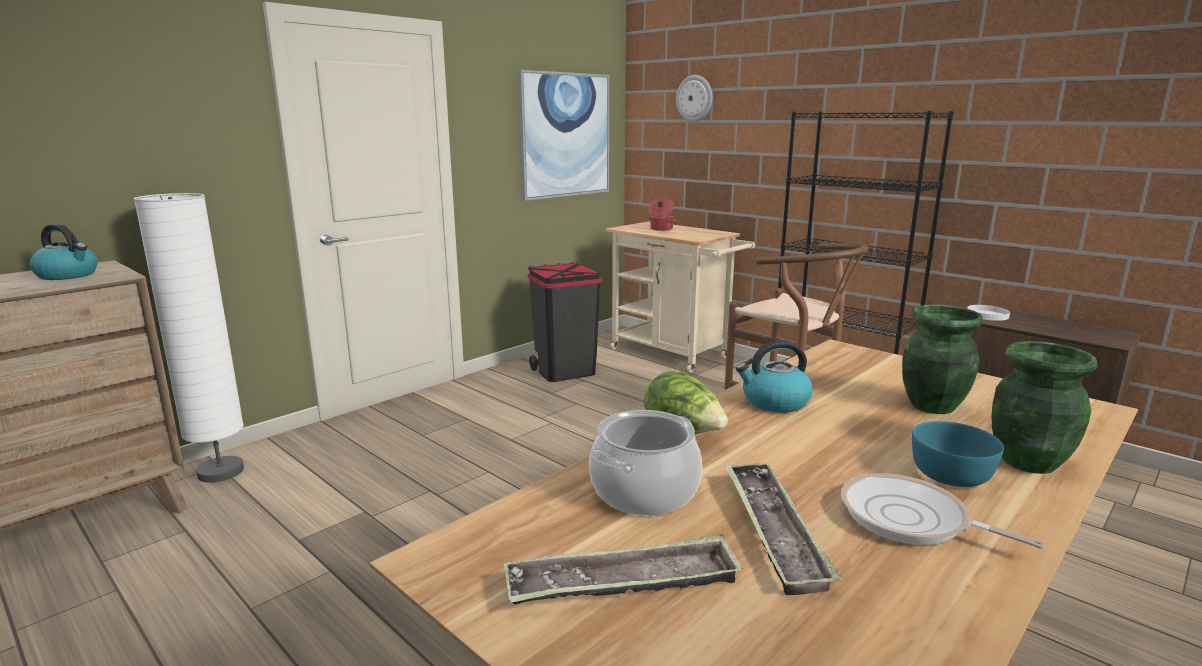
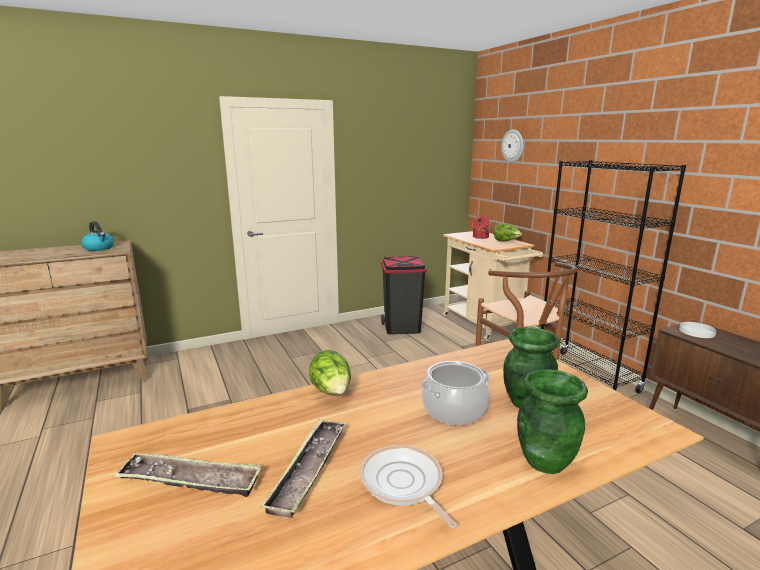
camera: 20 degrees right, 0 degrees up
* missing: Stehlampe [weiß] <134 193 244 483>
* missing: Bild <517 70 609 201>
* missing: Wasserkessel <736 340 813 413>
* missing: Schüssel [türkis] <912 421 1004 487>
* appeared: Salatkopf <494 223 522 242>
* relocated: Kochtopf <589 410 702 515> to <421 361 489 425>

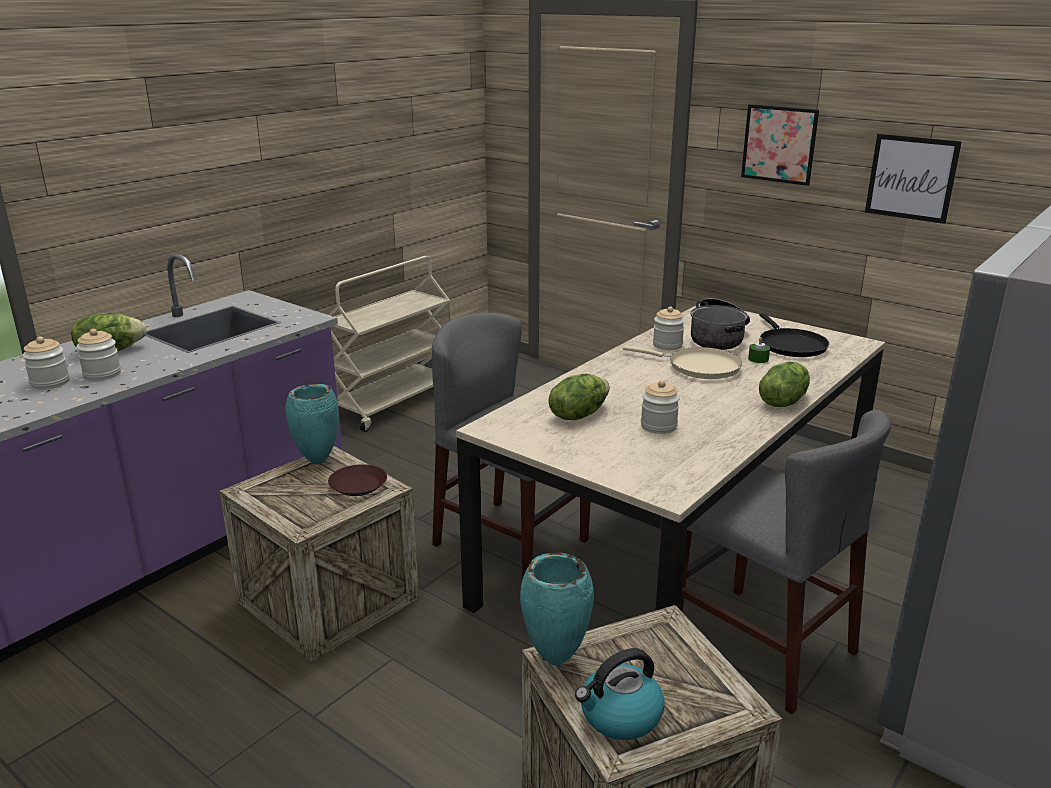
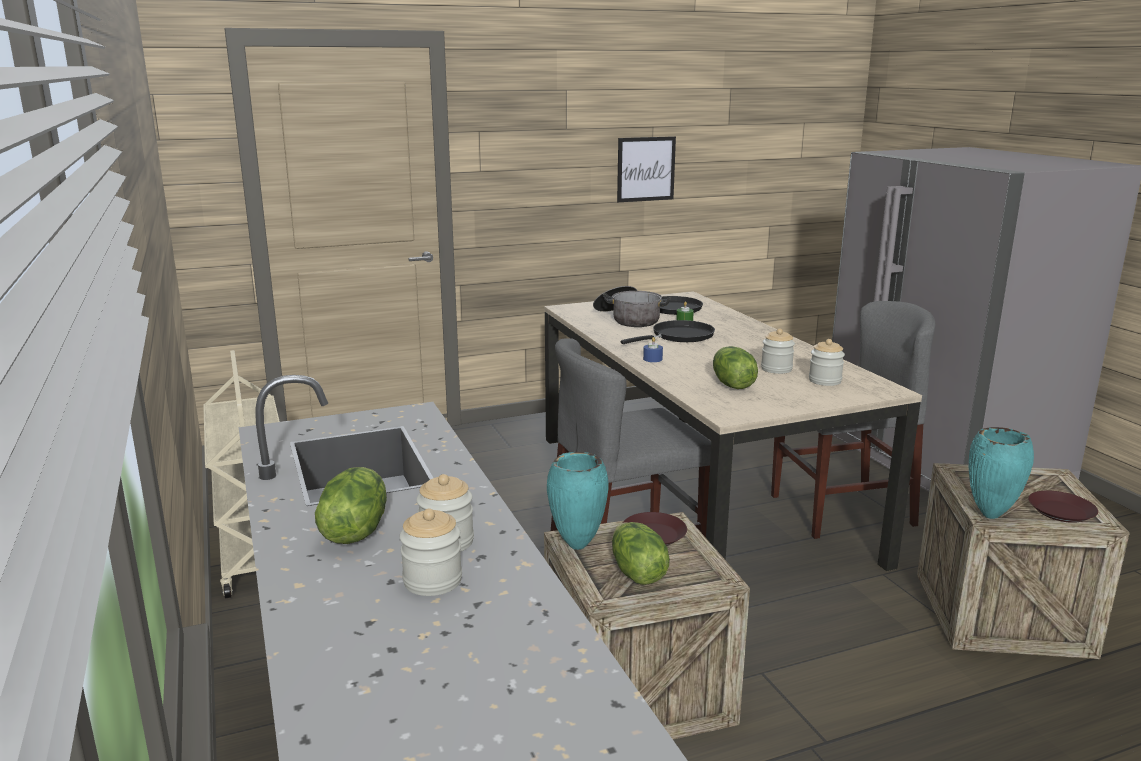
camera: 60 degrees left, 5 degrees down
* missing: Bild <741 104 819 186>
* appeared: Kerze [blau] <643 337 663 362>
* relocated: Vorratsglas <653 306 685 350> to <809 339 845 386>
* relocated: Salatkopf <759 362 810 407> to <612 522 670 585>
* exchanged: Wasserkessel <575 648 664 740> to Teller [braun] <1028 491 1098 523>
* colour: Pfanne [beige] <623 345 742 379> to Pfanne [schwarz] <621 320 715 344>

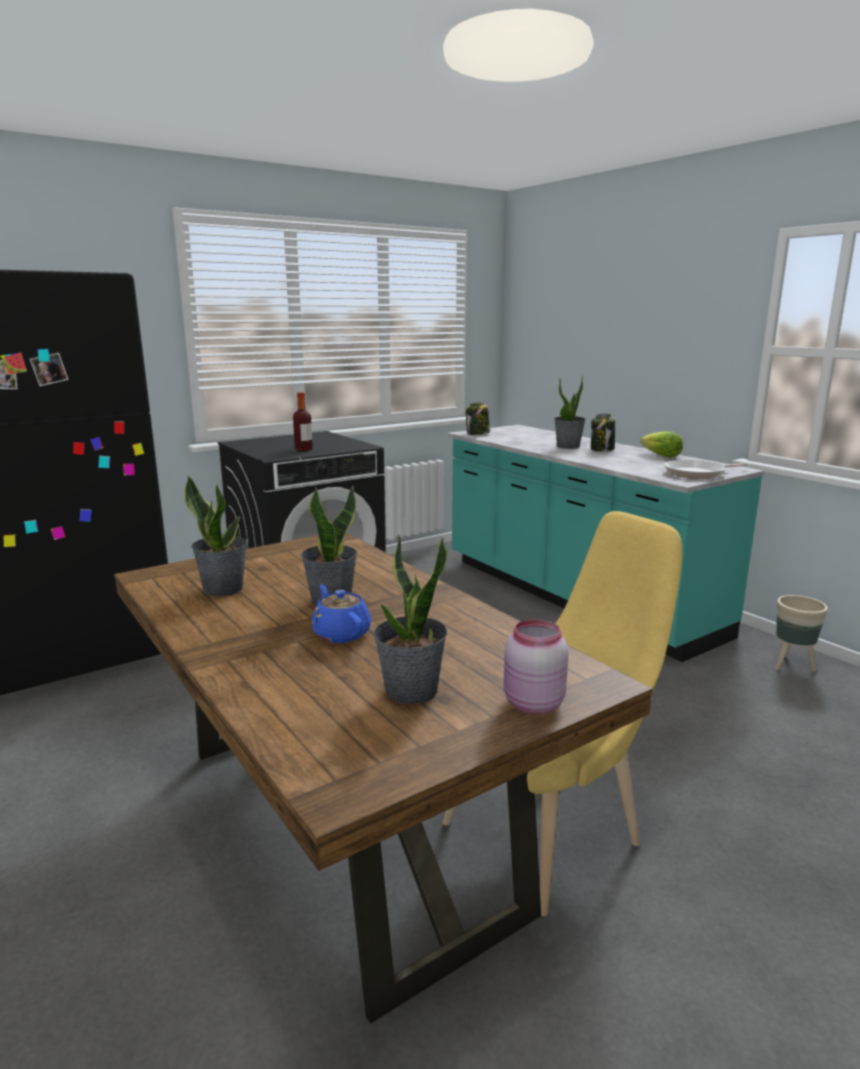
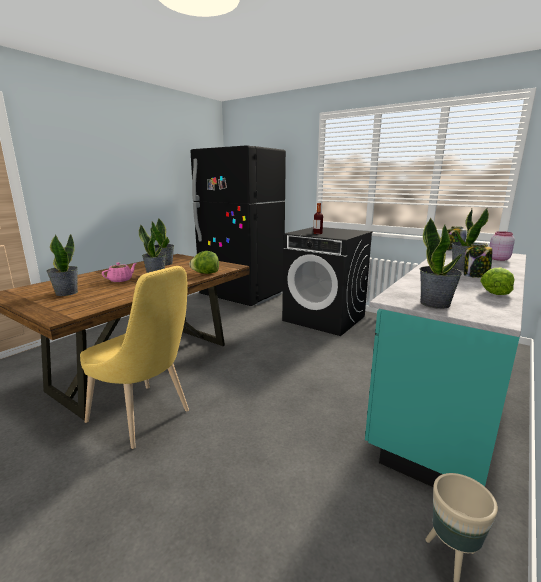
camera: 70 degrees right, 0 degrees up
* appeared: Salatkopf <190 251 219 274>
* relocated: Vorratsglas [rosa] <504 619 569 714> to <489 231 515 261>
* exchanged: Pfanne <663 460 747 479> to Topfpflanze <420 217 462 309>
* colour: Teekanne [blau] <311 584 371 643> to Teekanne [rosa] <102 262 137 282>

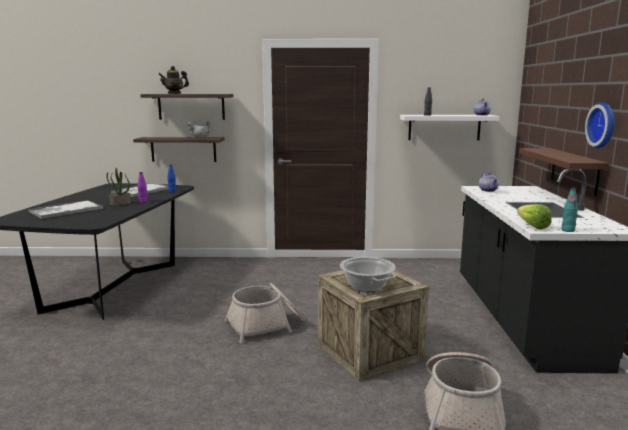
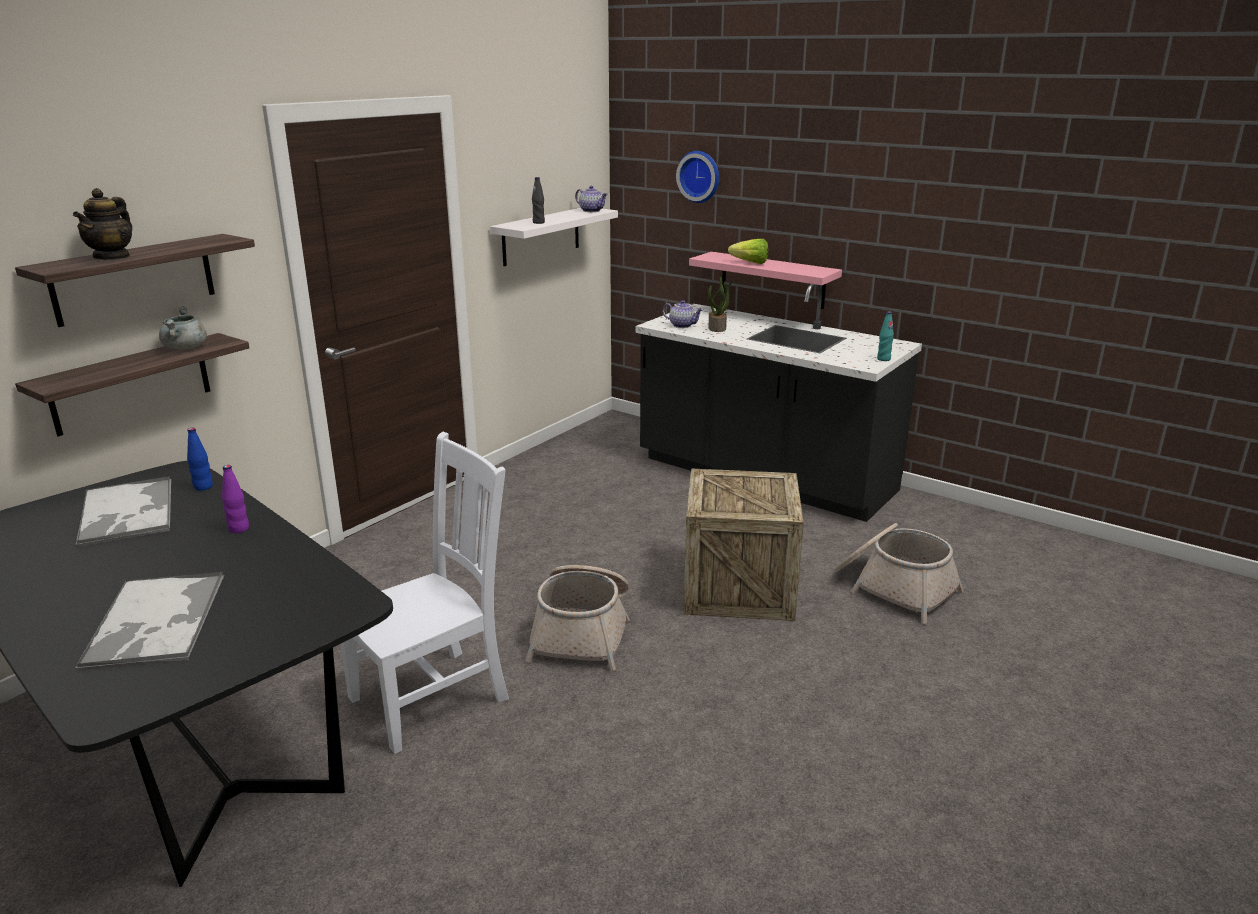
camera: 55 degrees left, 10 degrees up
* missing: Kochtopf <340 257 396 292>
* appeared: Stuhl [weiß] <341 432 509 754>
* relocated: Topfpflanze <106 168 131 206> to <708 277 733 332>
* relocated: Salatkopf <517 204 552 229> to <728 239 768 264>
* relocated: Wanduhr <585 102 615 149> to <676 151 719 203>
* colour: Wandregal [braun] <519 148 609 197> to Wandregal [rosa] <689 252 842 309>

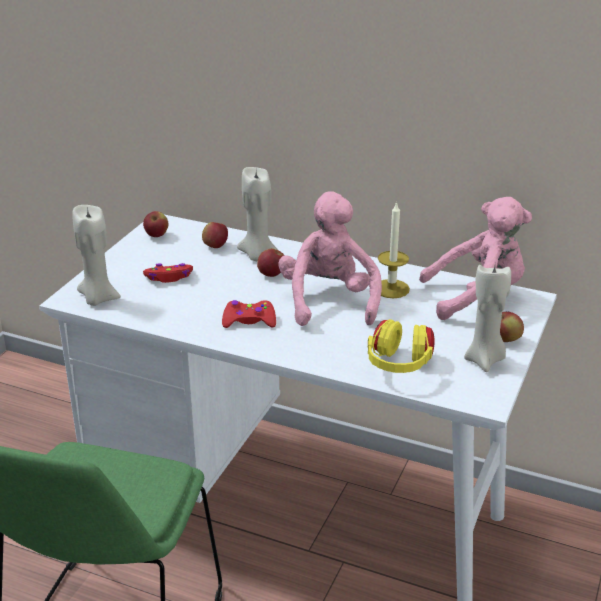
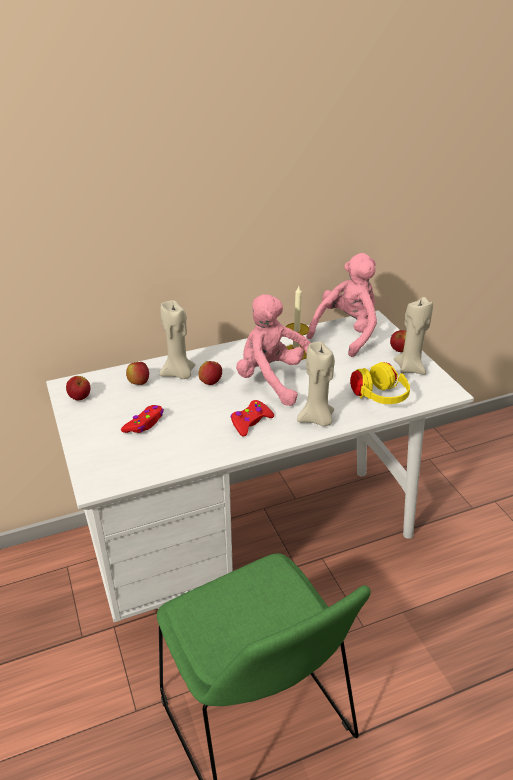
camera: 45 degrees left, 5 degrees up
* relocated: Kerze [beige] <72 205 121 306> to <297 341 335 426>

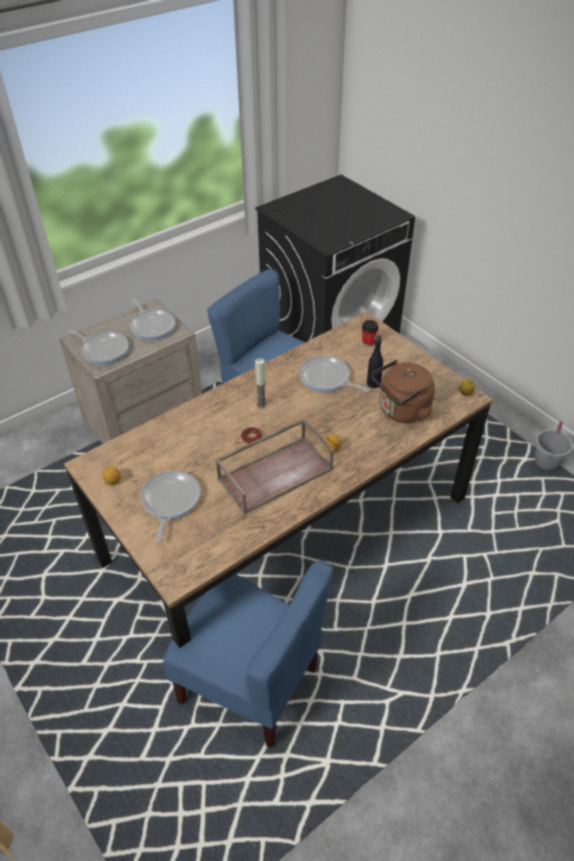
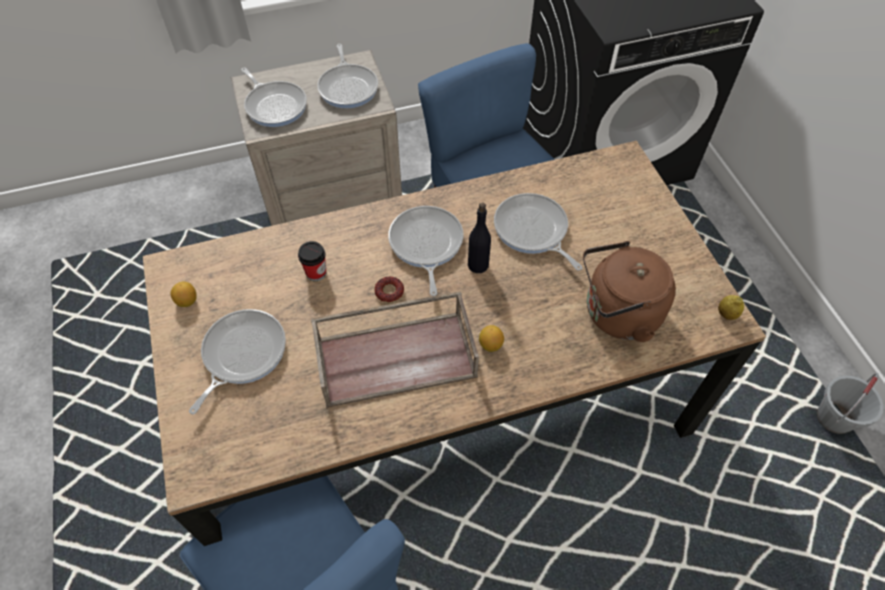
camera: 20 degrees right, 10 degrees up
* relocated: Tasse <362 320 379 347> to <298 241 326 281>
* relocated: Flasche [schwarz] <367 334 383 388> to <468 202 491 273>
* exchanged: Kerze <255 358 267 408> to Pfanne <388 206 464 296>

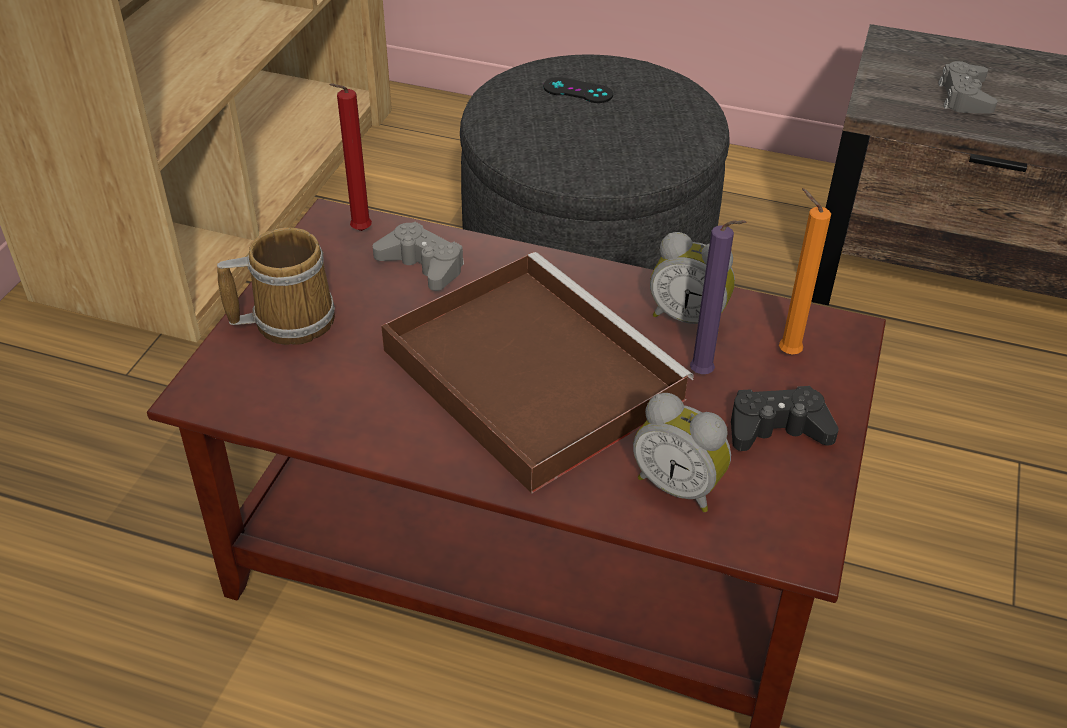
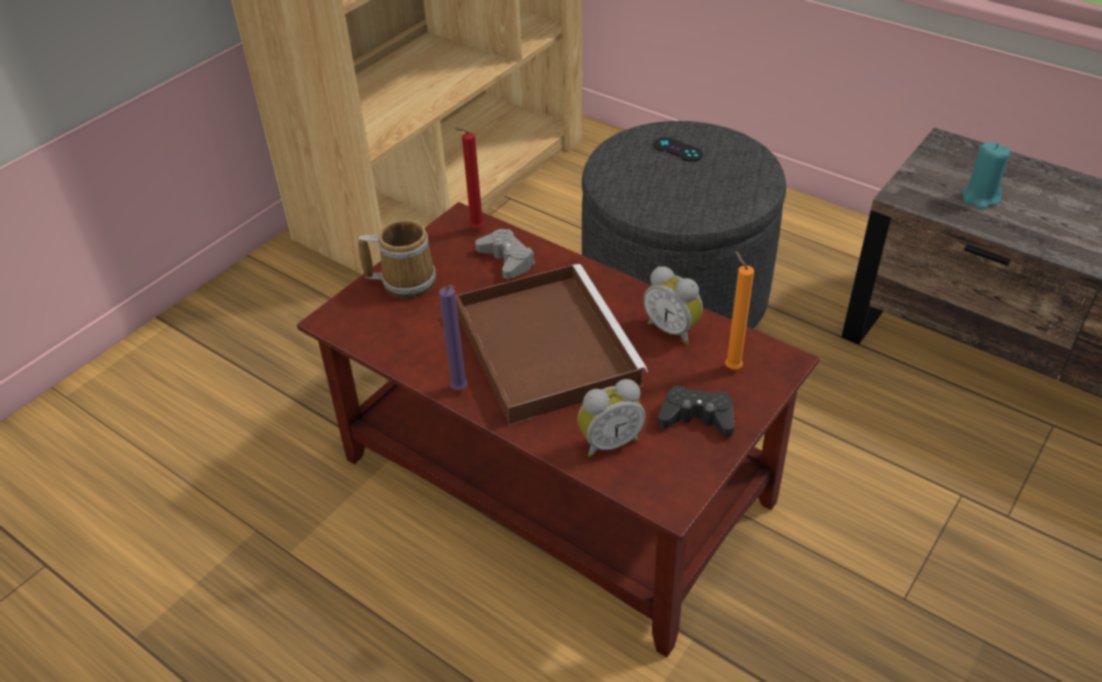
camera: 20 degrees right, 0 degrees up
* relocated: Kerze [lila] <690 220 746 374> to <439 285 468 390>
* exchanged: Gamepad [grau] <938 61 998 114> to Kerze [türkis] <962 142 1011 209>
* spun: Wecker <633 393 731 512> = <577 379 646 458> 75 degrees counterclockwise

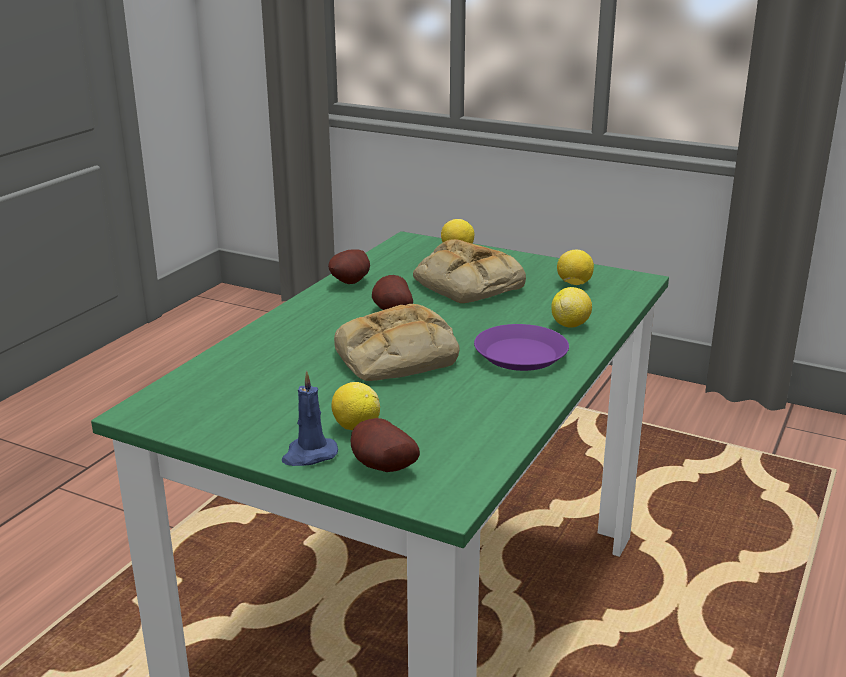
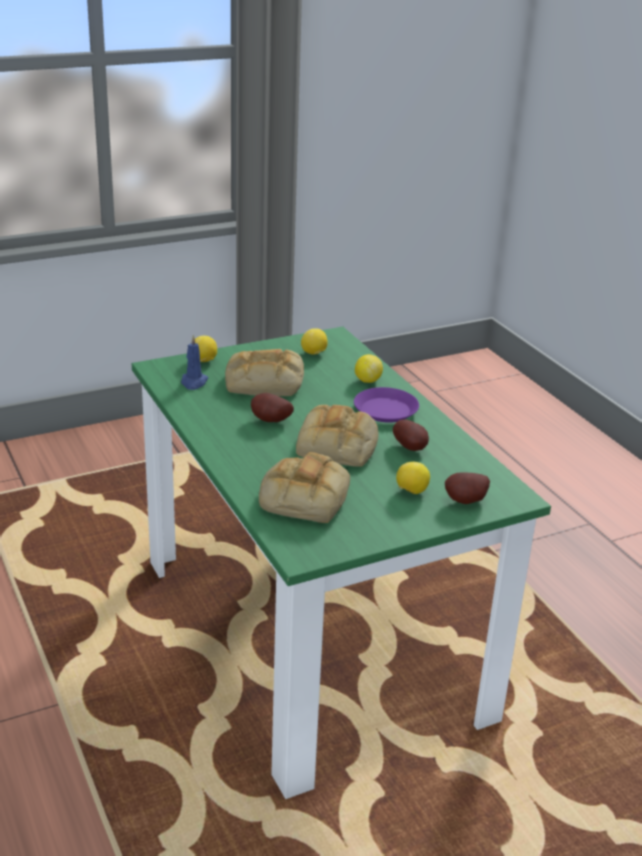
camera: 55 degrees left, 5 degrees up
* appeared: Brot <259 452 350 523>
* relocated: Kerze [blau] <282 370 338 466> to <181 335 208 390>
* relocated: Kartoffel <328 249 370 284> to <393 420 429 451>

